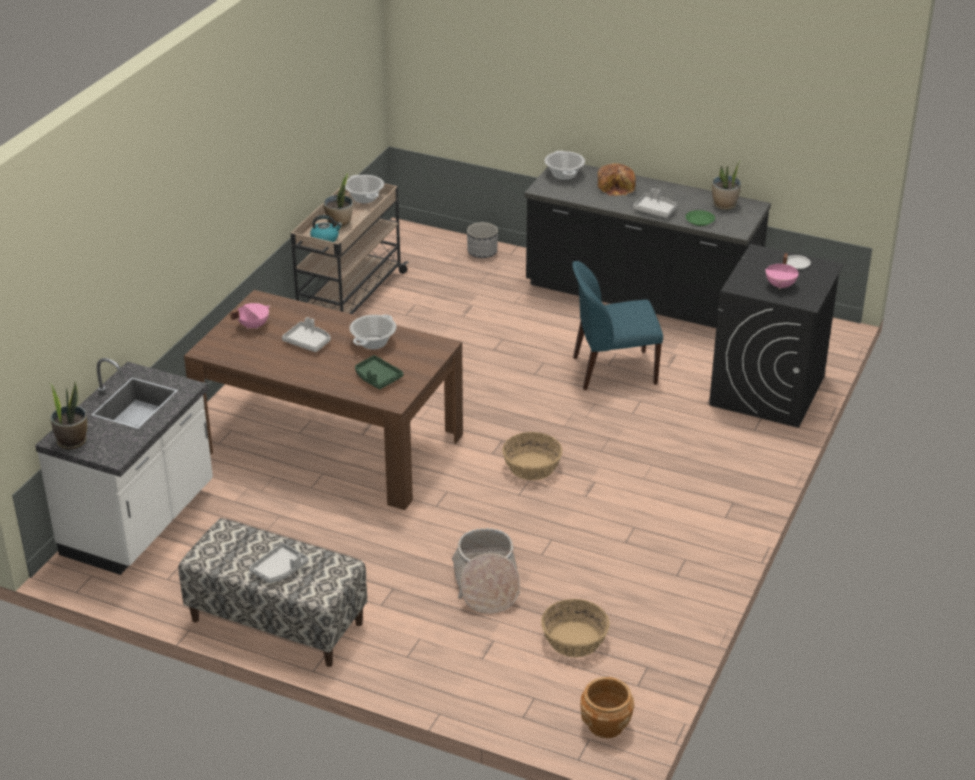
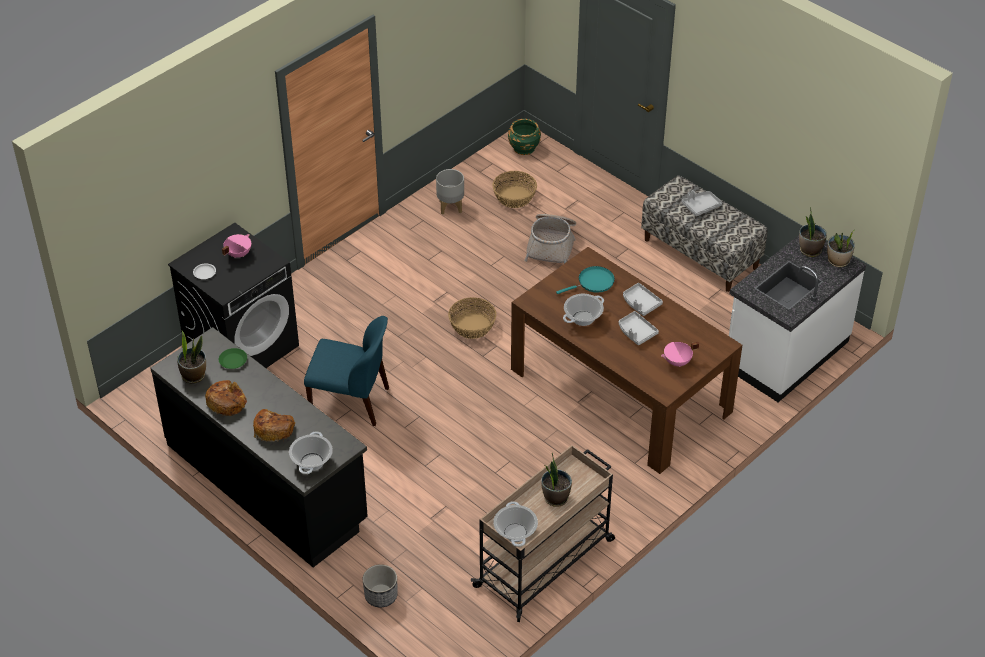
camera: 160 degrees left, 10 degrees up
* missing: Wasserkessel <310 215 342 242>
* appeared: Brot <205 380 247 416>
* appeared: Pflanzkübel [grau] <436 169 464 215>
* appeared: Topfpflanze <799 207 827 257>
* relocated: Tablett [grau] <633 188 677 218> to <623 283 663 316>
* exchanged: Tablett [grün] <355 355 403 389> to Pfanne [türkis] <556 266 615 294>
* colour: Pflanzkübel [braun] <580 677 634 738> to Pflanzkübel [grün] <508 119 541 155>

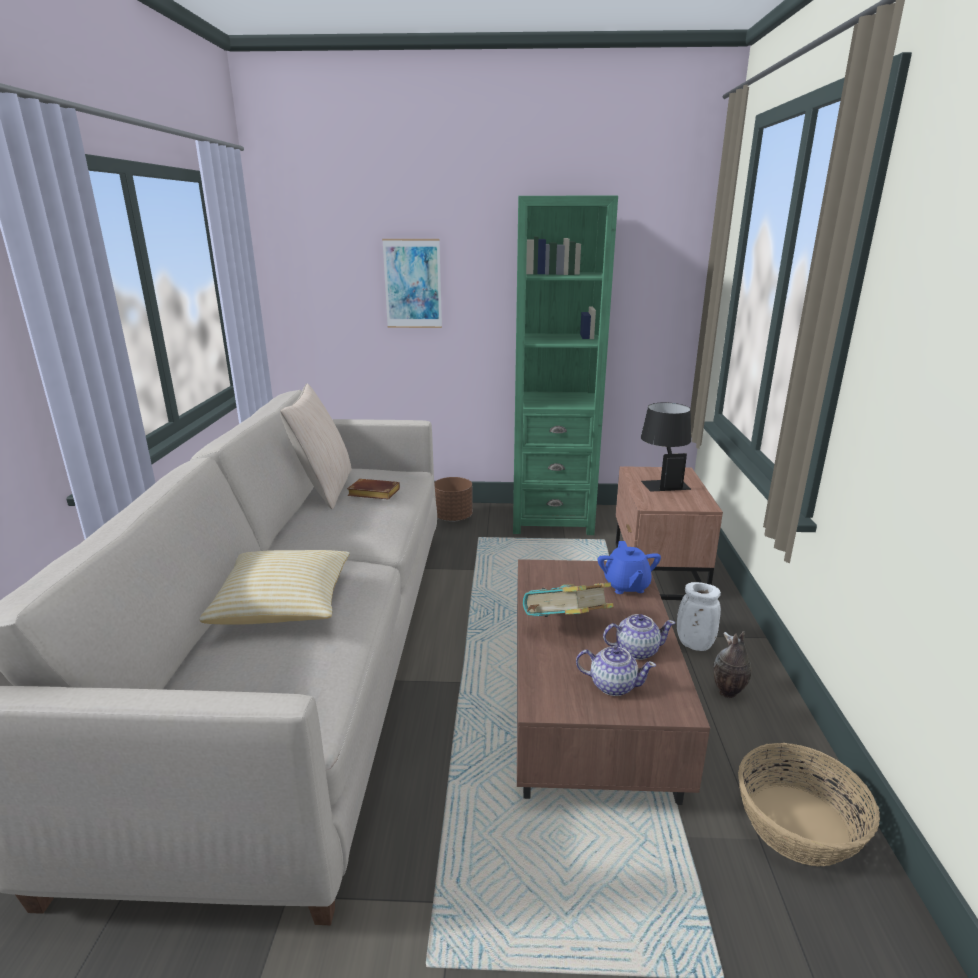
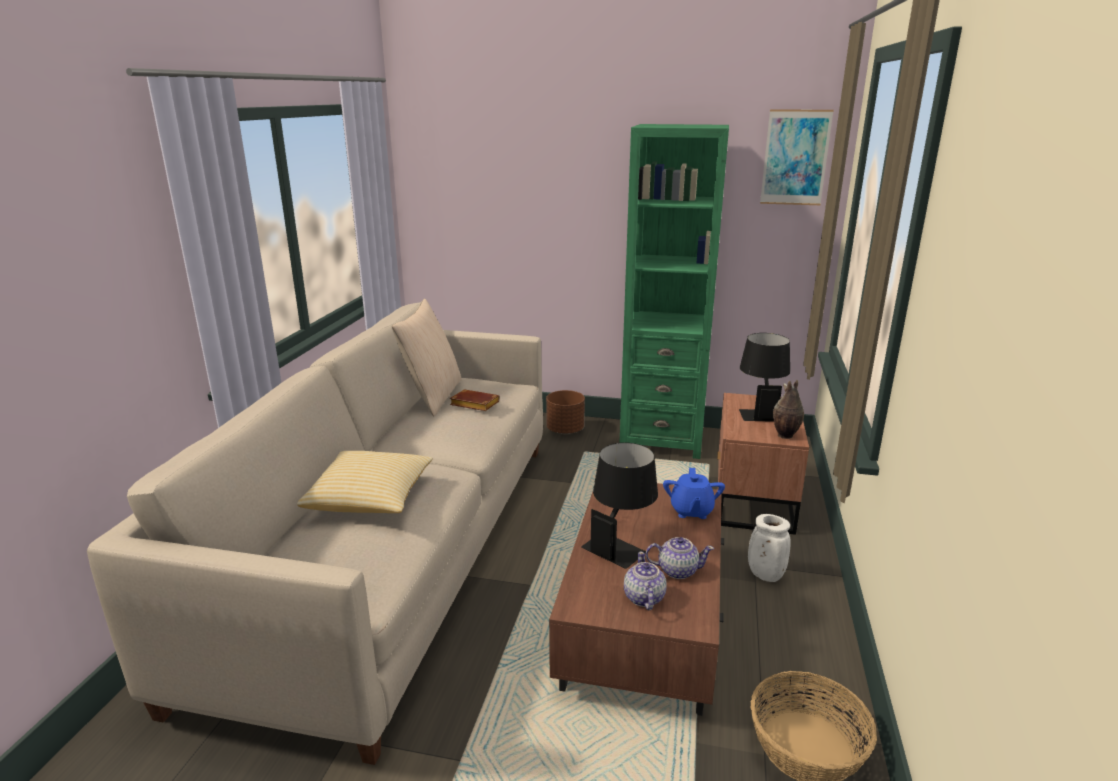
camera: 10 degrees right, 0 degrees up
* relocated: Bild <382 239 442 328> to <760 109 834 205>
* relocated: Vase <713 631 751 698> to <773 380 804 439>
* exchanged: Buch <523 582 614 617> to Tischlampe [schwarz] <581 442 658 569>
* spun: Teekanne <576 646 656 696> = <624 552 667 610> 120 degrees counterclockwise

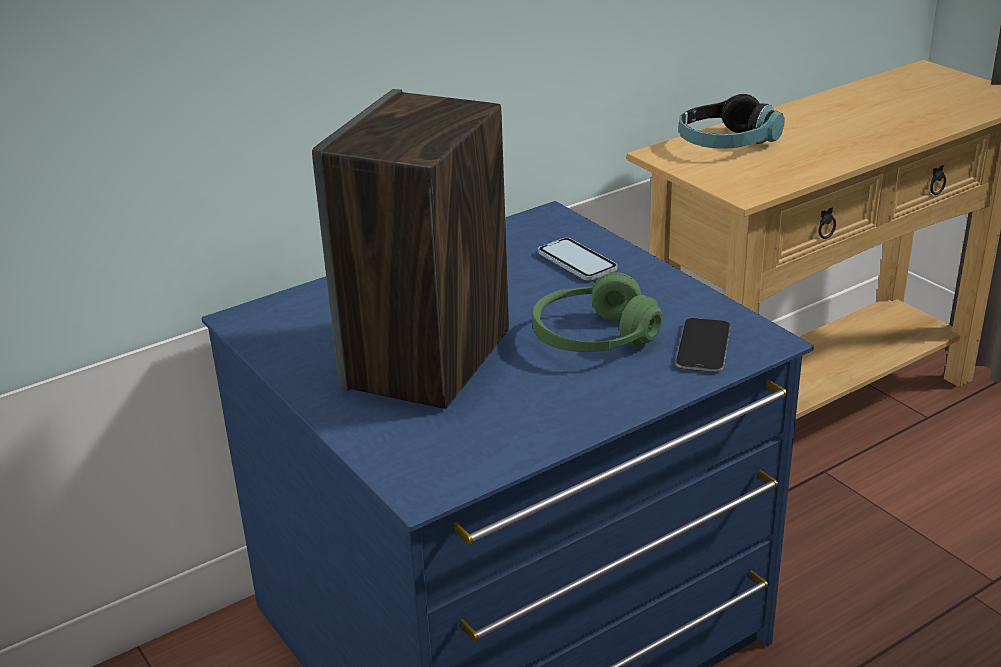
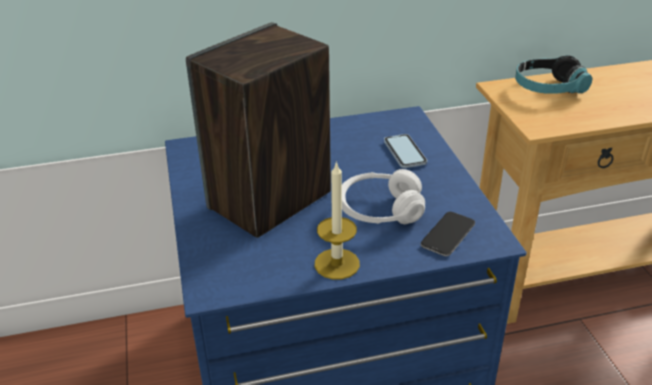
camera: 20 degrees right, 5 degrees up
* appeared: Kerze <315 161 360 280>
* colour: Kopfhörer [grün] <532 272 663 352> to Kopfhörer [weiß] <342 169 425 224>

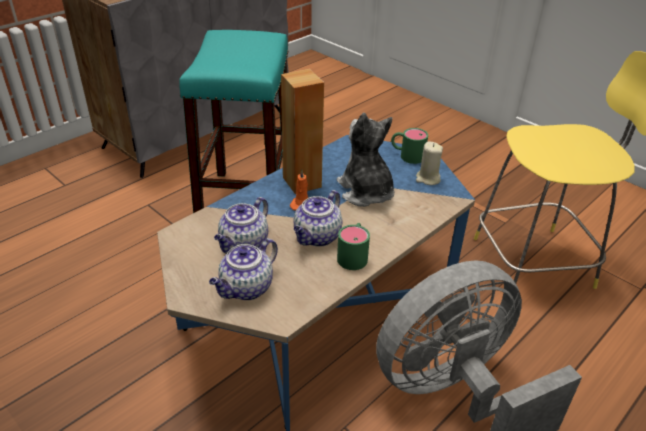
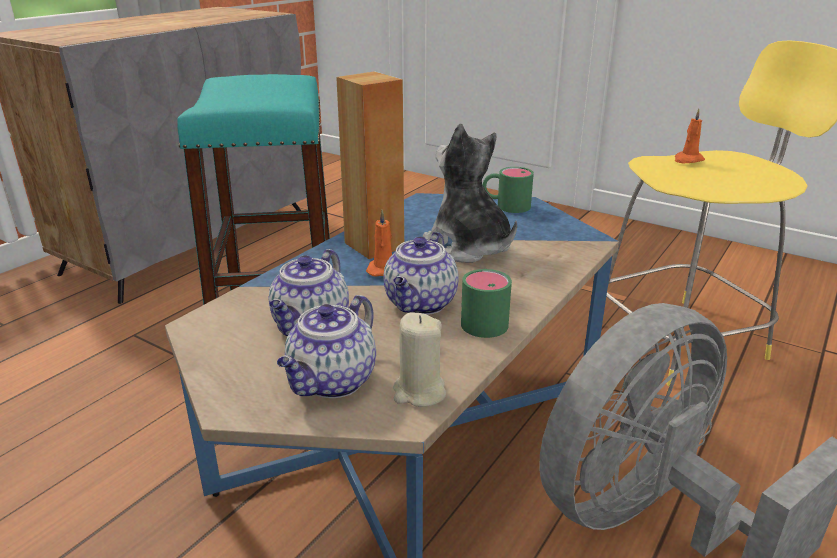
camera: 10 degrees left, 10 degrees down
* appeared: Kerze [orange] <675 109 705 163>
* relocated: Kerze [beige] <416 141 443 185> to <393 313 446 407>

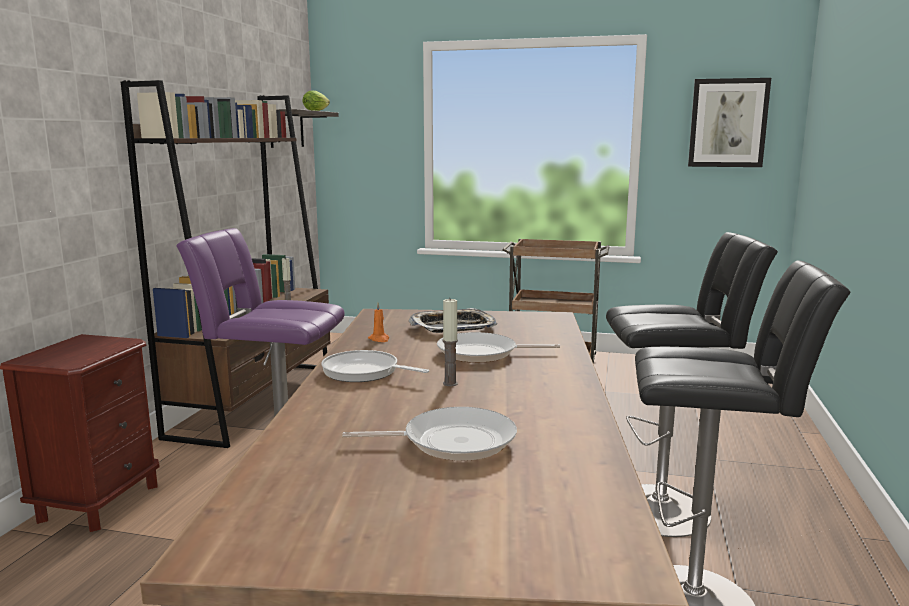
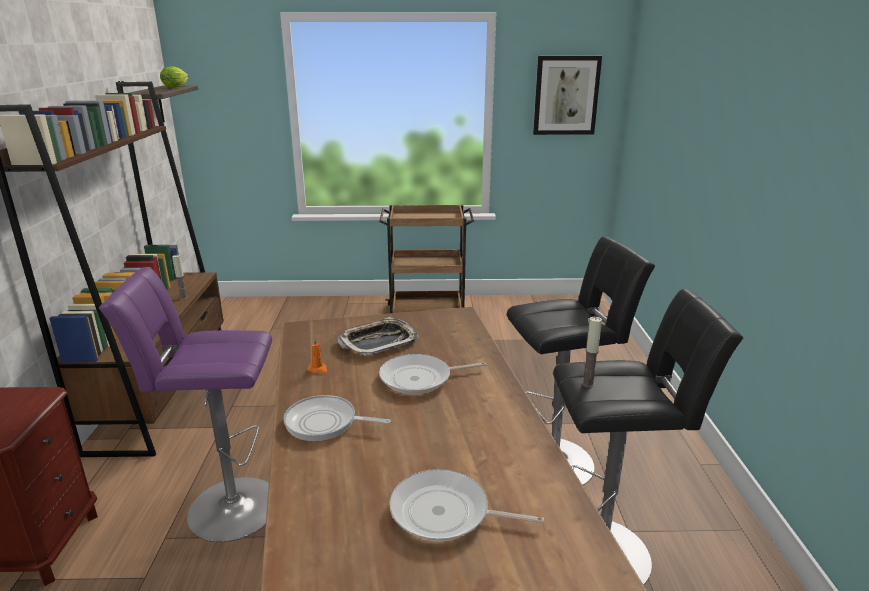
camera: 15 degrees left, 10 degrees up
* relocated: Kerze <443 299 458 386> to <582 317 602 388>
* spun: Pfanne <343 407 517 461> = <390 469 544 541> 150 degrees counterclockwise

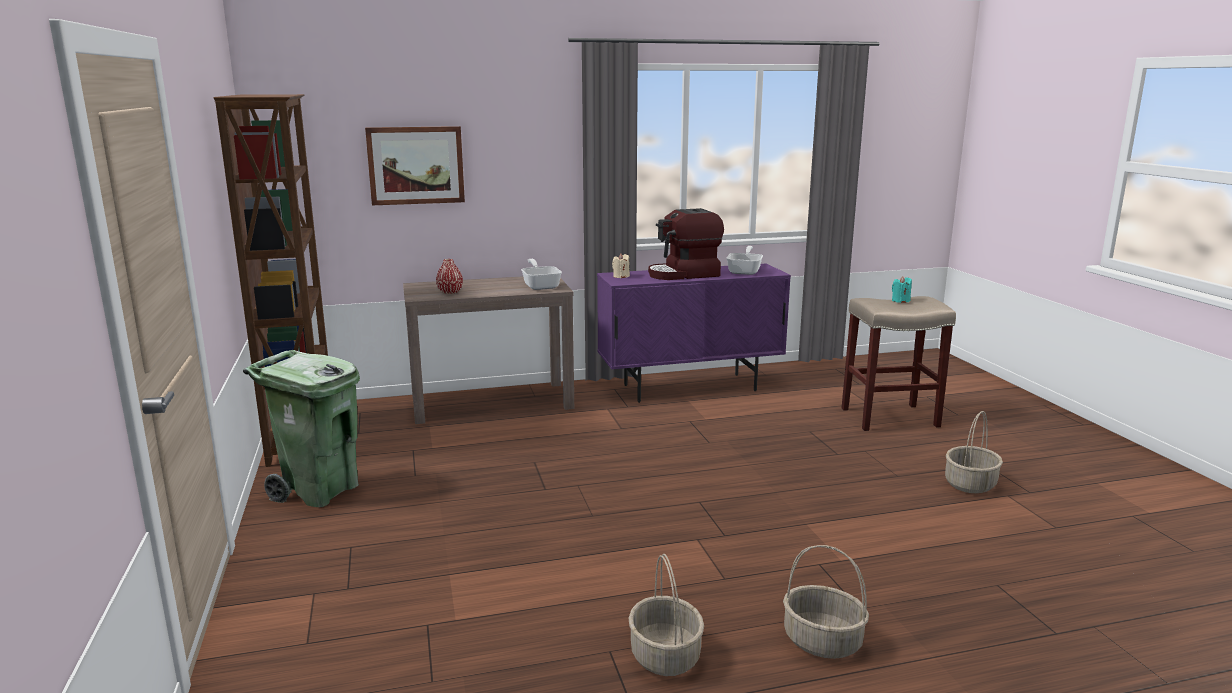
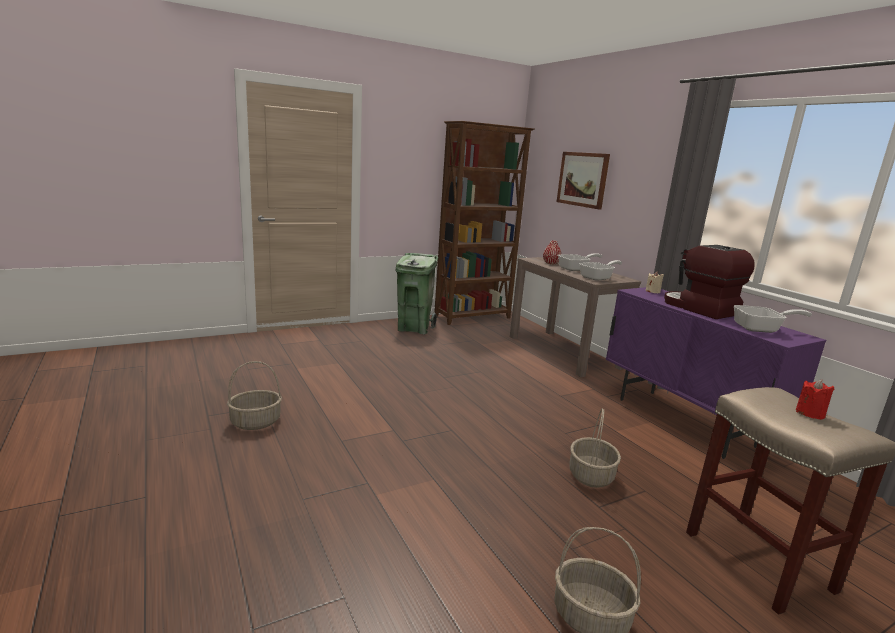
camera: 75 degrees right, 0 degrees up
* appeared: Pfanne <558 253 602 271>
* relocated: Korb <783 545 869 659> to <569 408 621 488>
* colour: Kerze [türkis] <892 276 912 303> to Kerze [rot] <796 380 834 420>

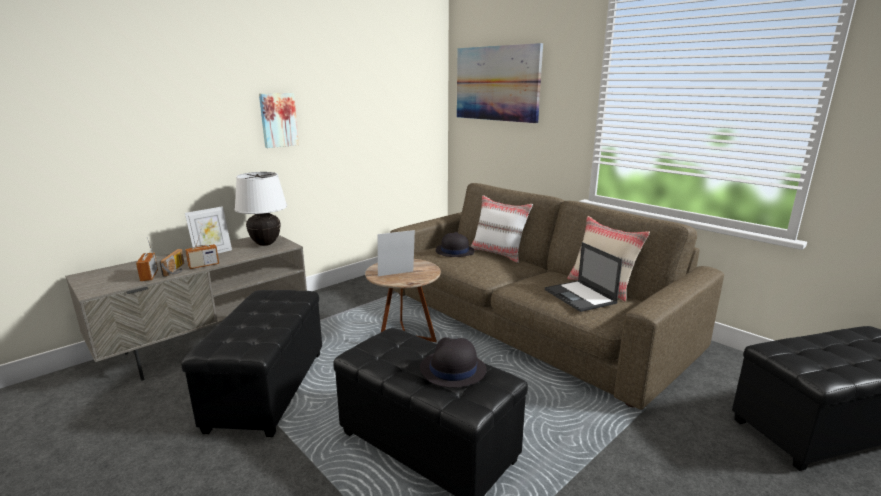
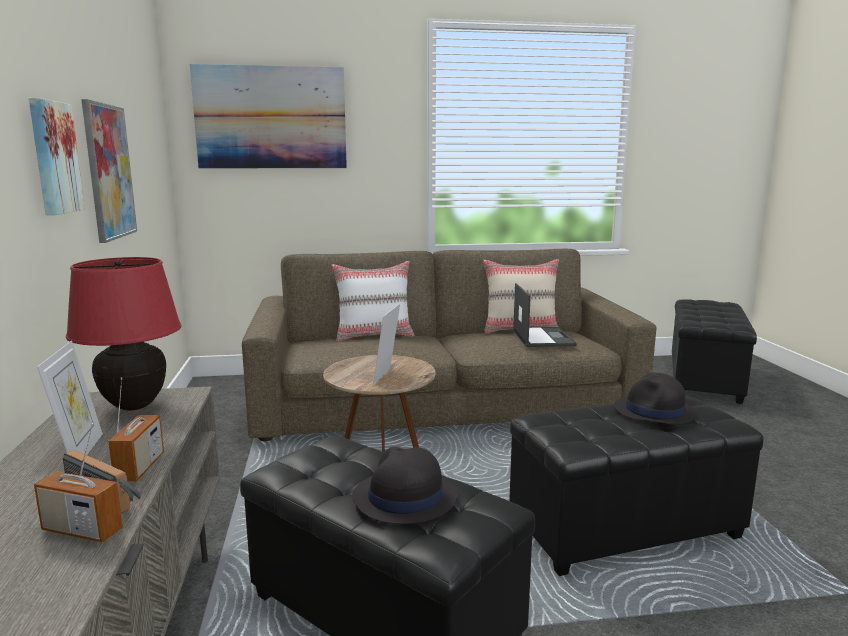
camera: 55 degrees left, 5 degrees down
* appeared: Bild <81 99 137 243>
* relocated: Hut [schwarz] <436 232 474 257> to <352 447 457 524>
* colour: Tischlampe [weiß] <234 172 287 246> to Tischlampe [rot] <66 257 181 411>
* spun: Laptop <545 242 622 312> = <513 283 577 347> 105 degrees counterclockwise

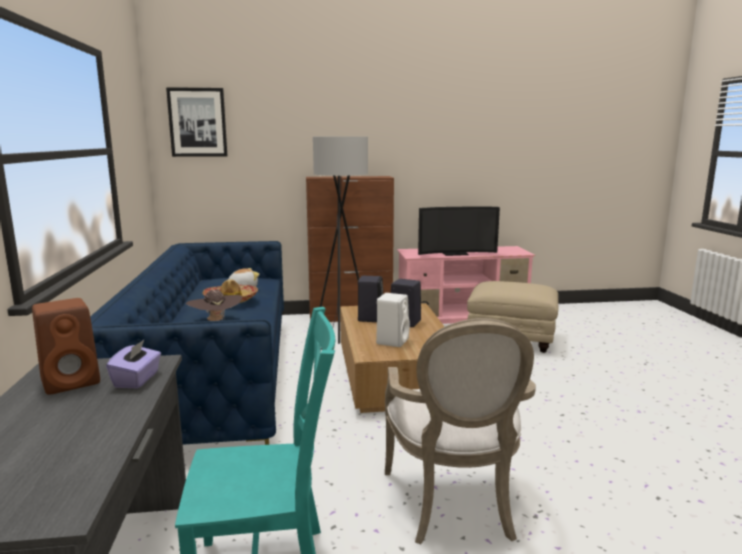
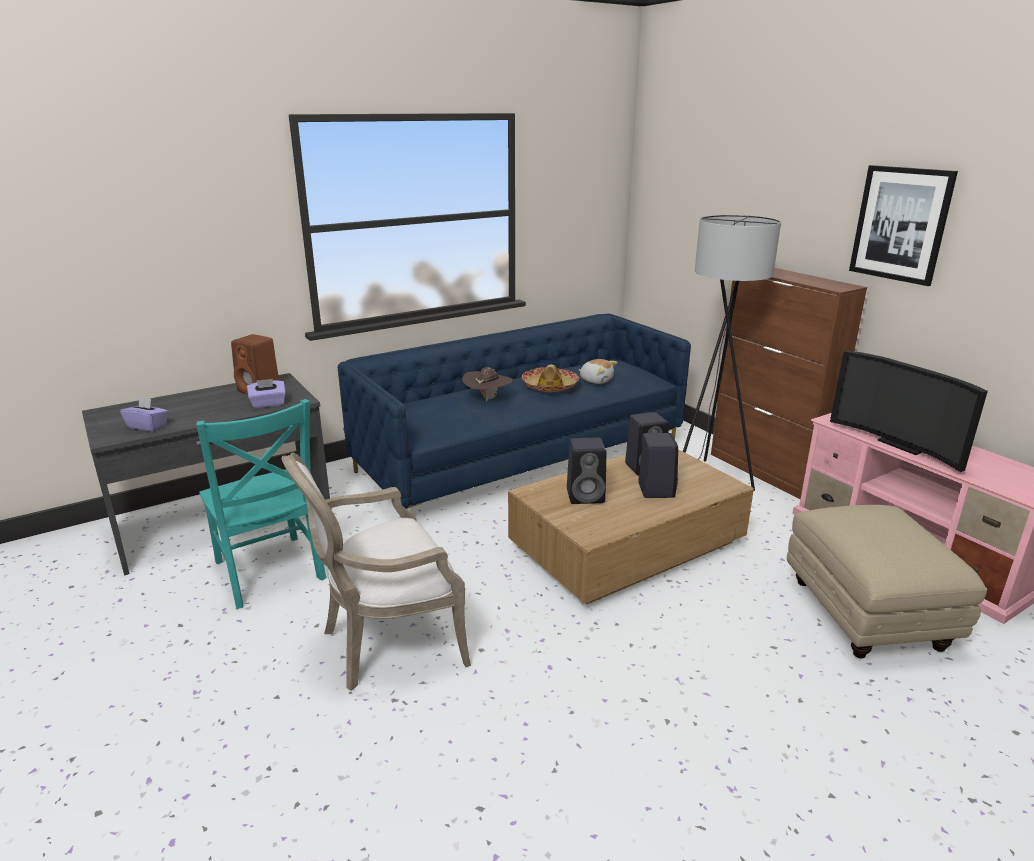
camera: 65 degrees right, 10 degrees up
* appeared: Taschentuchbox [lila] <120 397 168 432>
* relocated: Bild <166 87 227 157> to <849 165 958 286>
* colour: Lautsprecher [weiß] <376 293 410 347> to Lautsprecher [schwarz] <567 437 606 504>

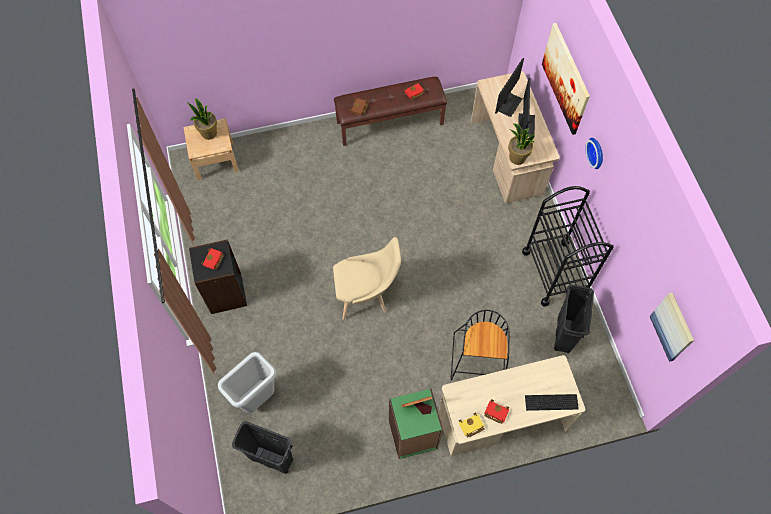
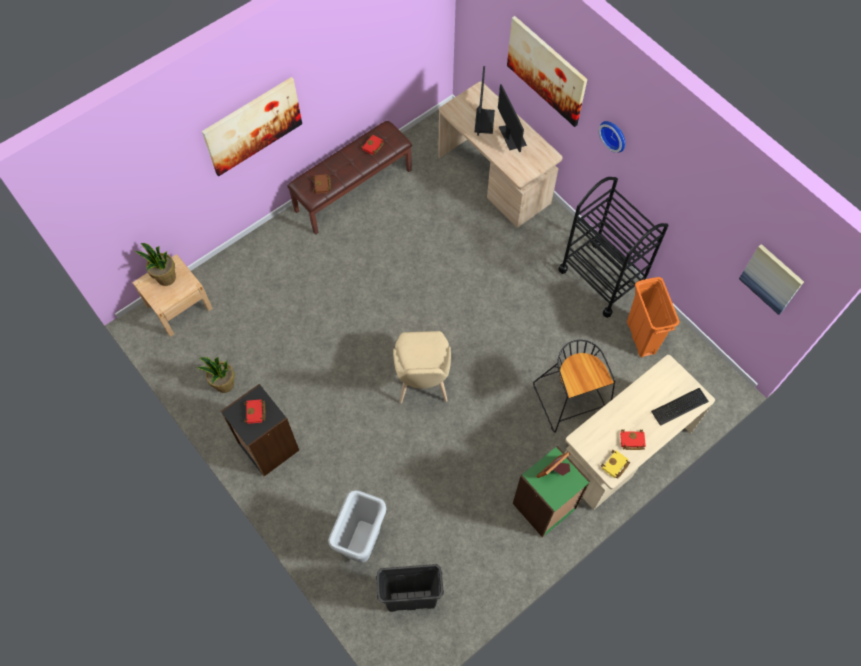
camera: 25 degrees left, 0 degrees up
* appeared: Bild <202 77 302 176>
* relocated: Topfpflanze <508 123 535 165> to <196 357 235 393>
* colour: Mülleimer [schwarz] <554 285 594 353> to Mülleimer [orange] <627 277 680 357>
* spun: Stuhl [beige] <333 237 401 320> = <393 331 451 404> 120 degrees clockwise

